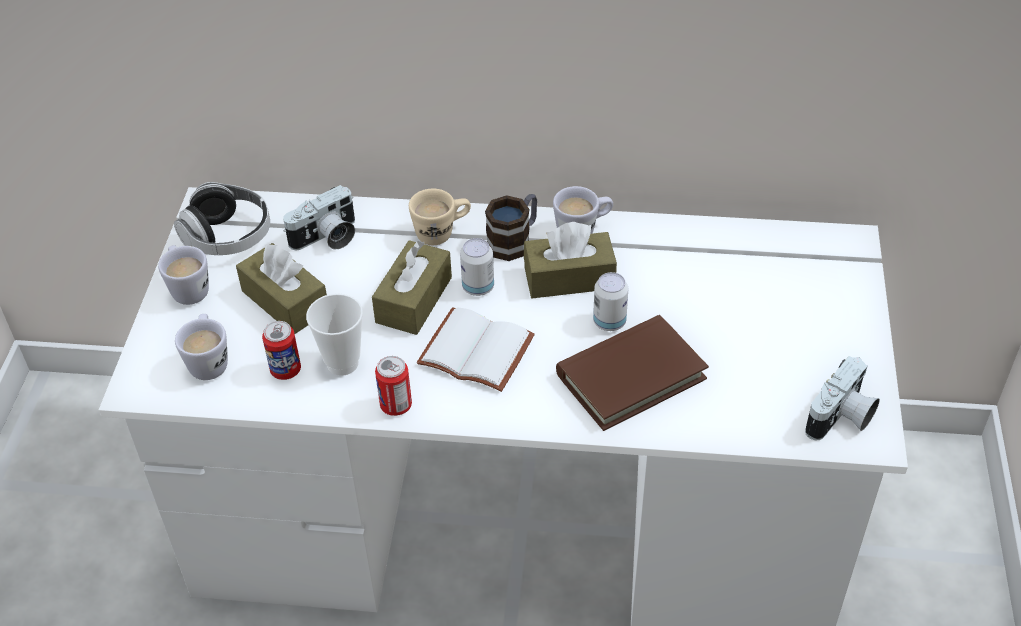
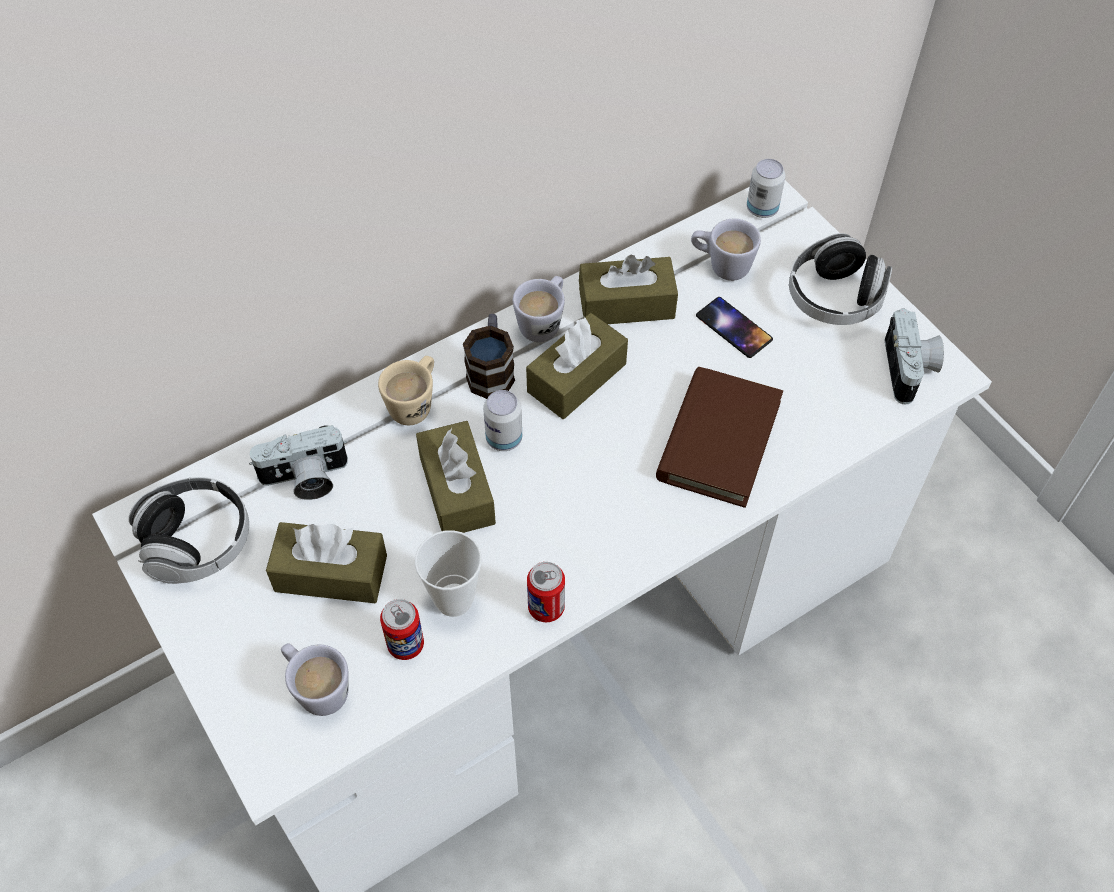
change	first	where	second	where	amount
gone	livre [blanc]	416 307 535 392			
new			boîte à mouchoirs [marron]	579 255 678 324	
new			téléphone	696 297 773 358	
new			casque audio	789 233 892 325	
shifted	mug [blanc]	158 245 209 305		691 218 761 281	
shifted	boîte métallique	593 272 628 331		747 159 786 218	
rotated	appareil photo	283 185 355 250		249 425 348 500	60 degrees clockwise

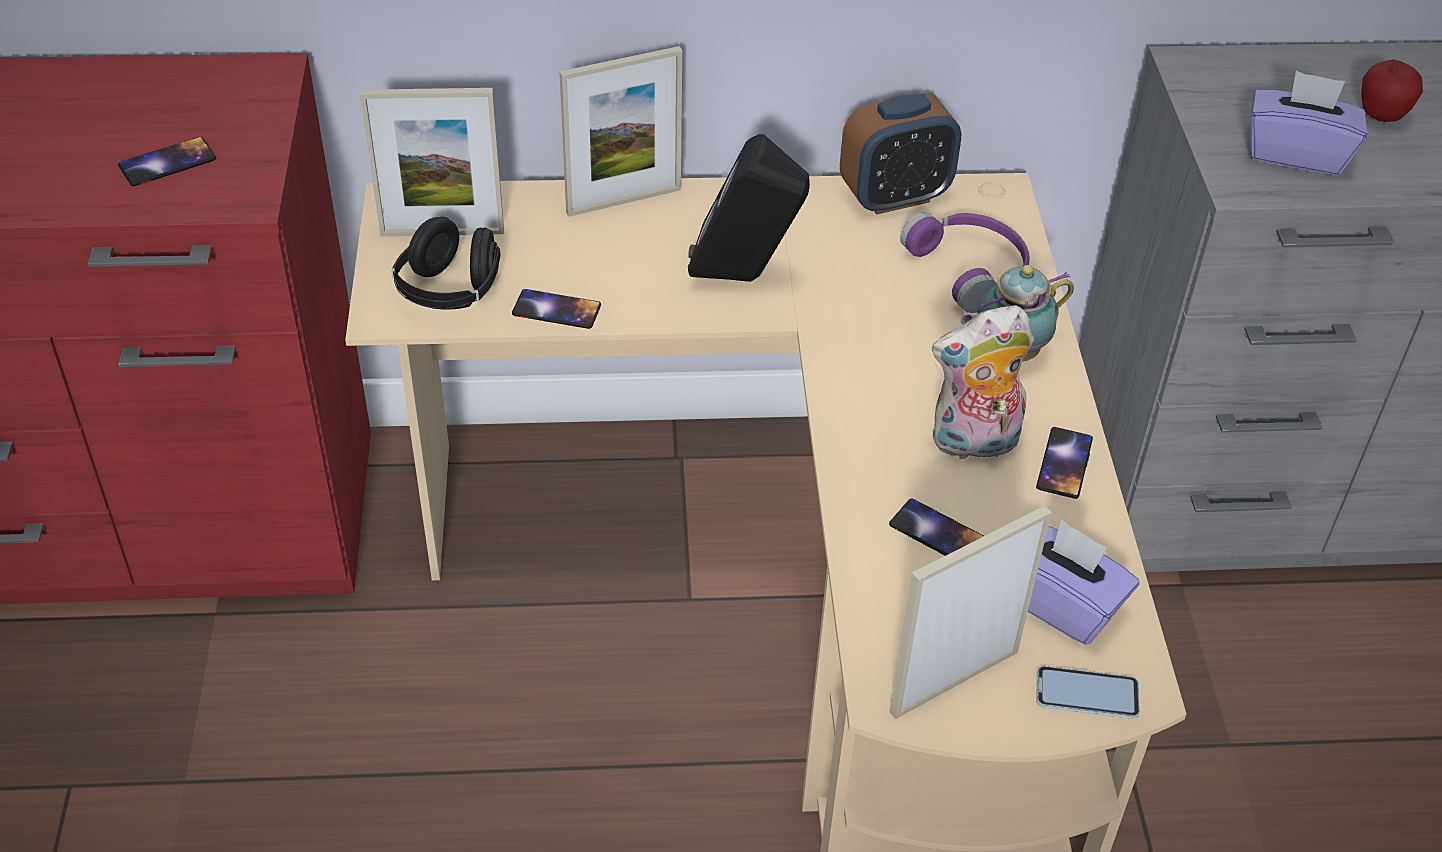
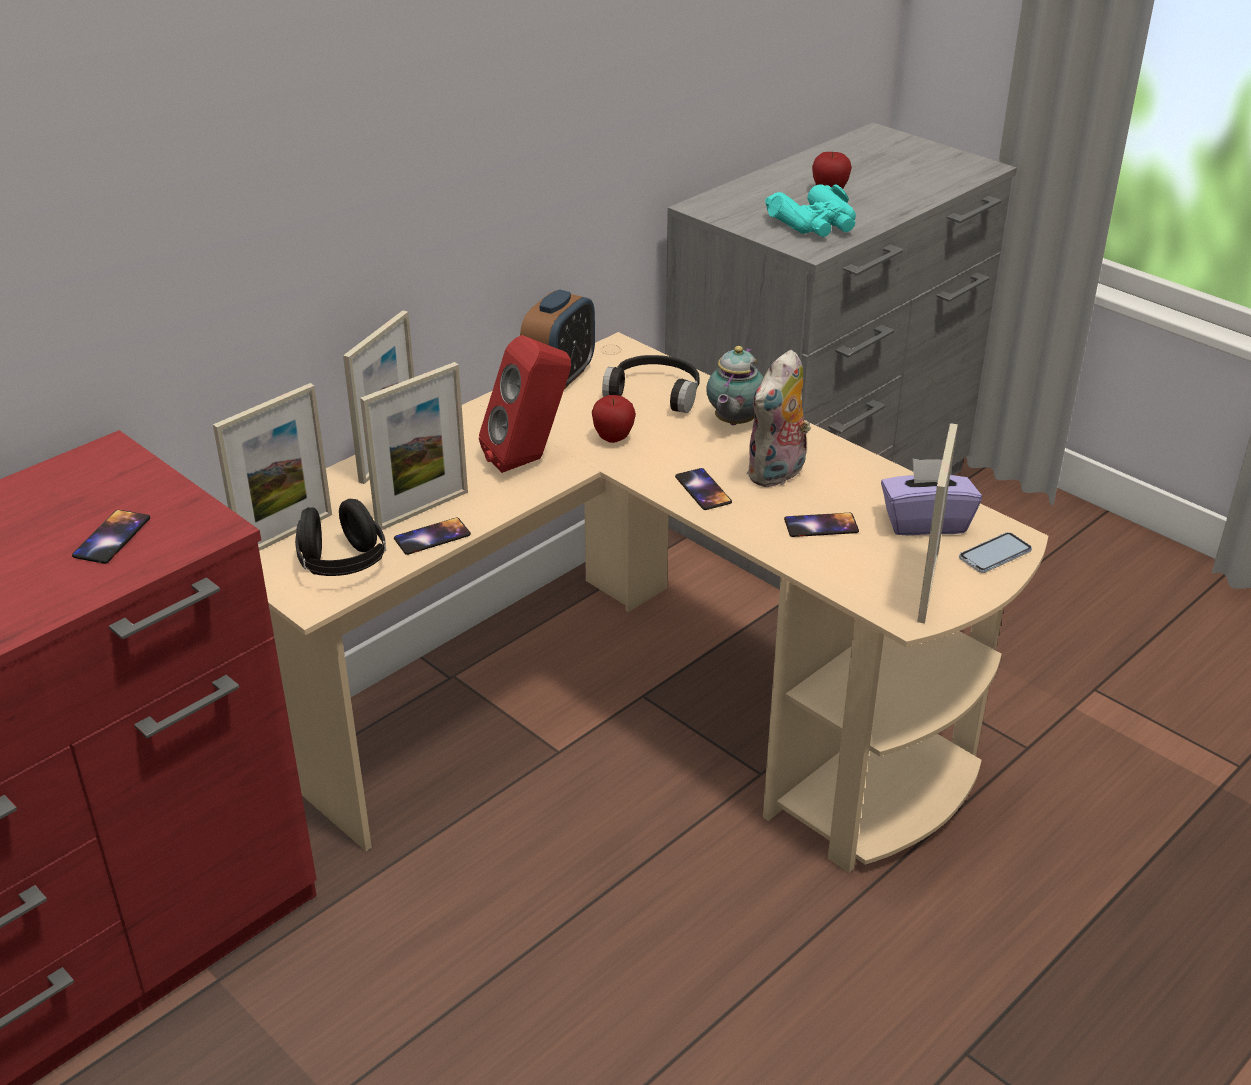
change	first	where	second	where	amount
new			cadre photo	360 362 468 530	
new			pomme	592 395 636 443	
shifted	téléphone	1036 427 1093 499		675 468 732 510	
swapped	boîte à mouchoirs [violet]	1250 71 1368 176	jumelles [turquoise]	765 184 856 237	
repainted	enceinte [noir]	688 134 810 282	enceinte [rouge]	479 335 571 473	
repainted	casque audio [violet]	900 212 1030 313	casque audio [noir]	602 355 700 413	

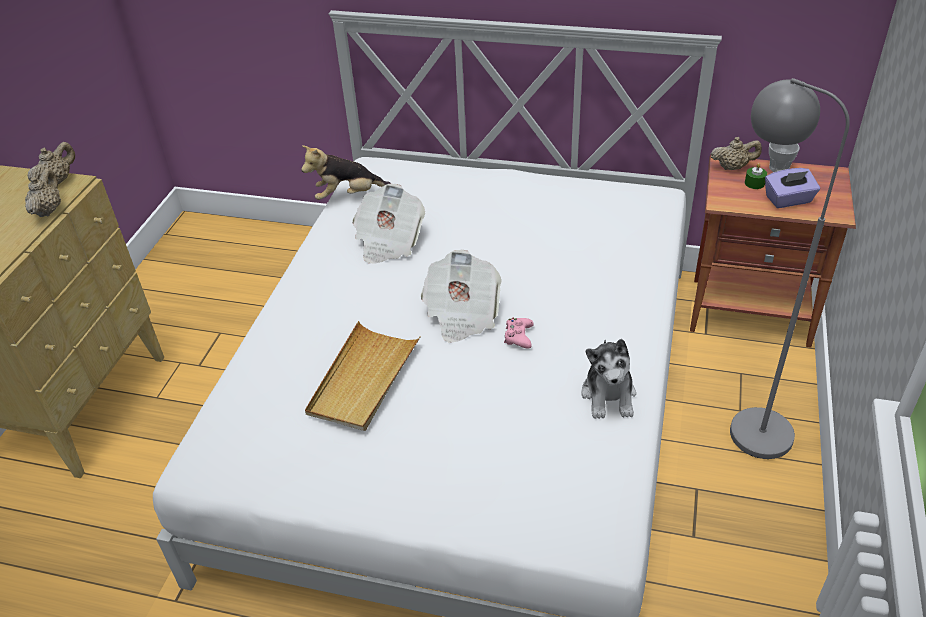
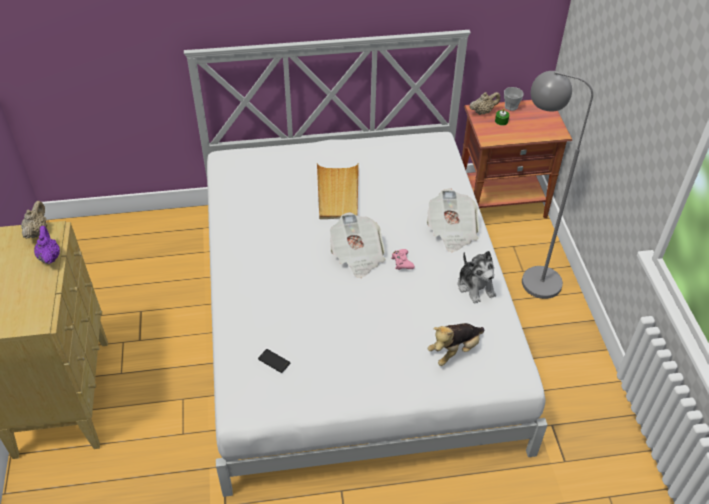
change	first	where	second	where	amount
gone	boîte à mouchoirs [violet]	765 168 820 208			
new			téléphone	258 349 290 373	
shifted	peluche	301 145 391 200		428 323 485 366	
shifted	plateau [beige]	305 321 421 431		317 163 359 219	
shifted	journal	353 184 425 264		427 188 479 252	
repainted	théière [beige]	25 168 61 217	théière [violet]	34 226 60 264	

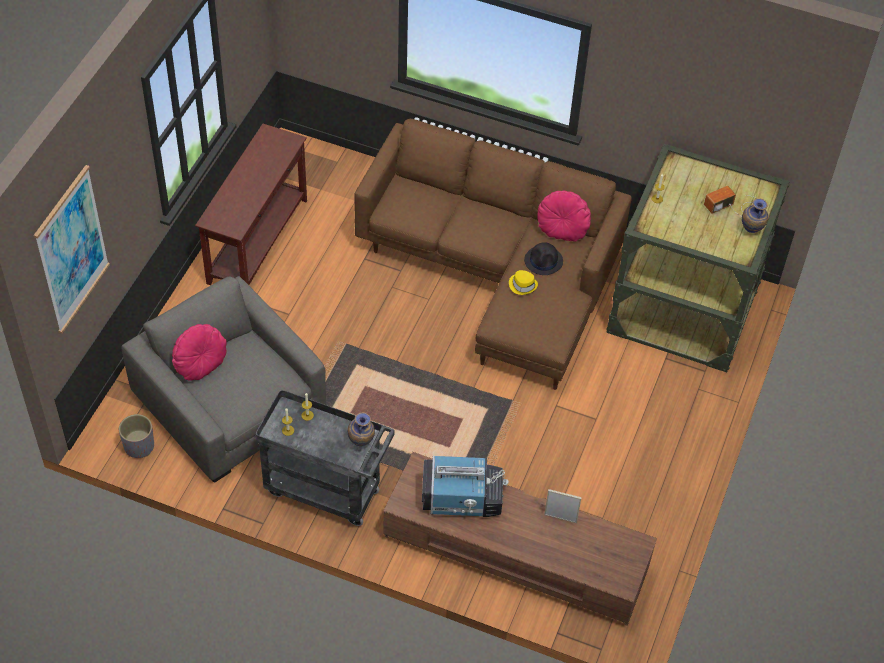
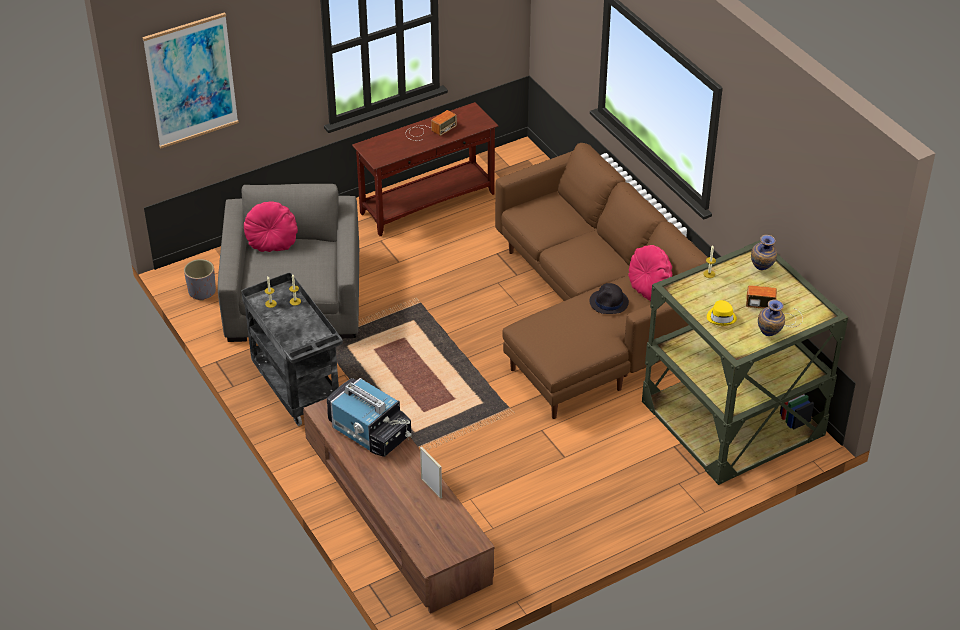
change	first	where	second	where	amount
new			radio	407 110 457 141	
shifted	vase	348 412 375 446		751 235 777 270	
shifted	chapeau [jaune]	509 270 538 295		707 300 737 326	

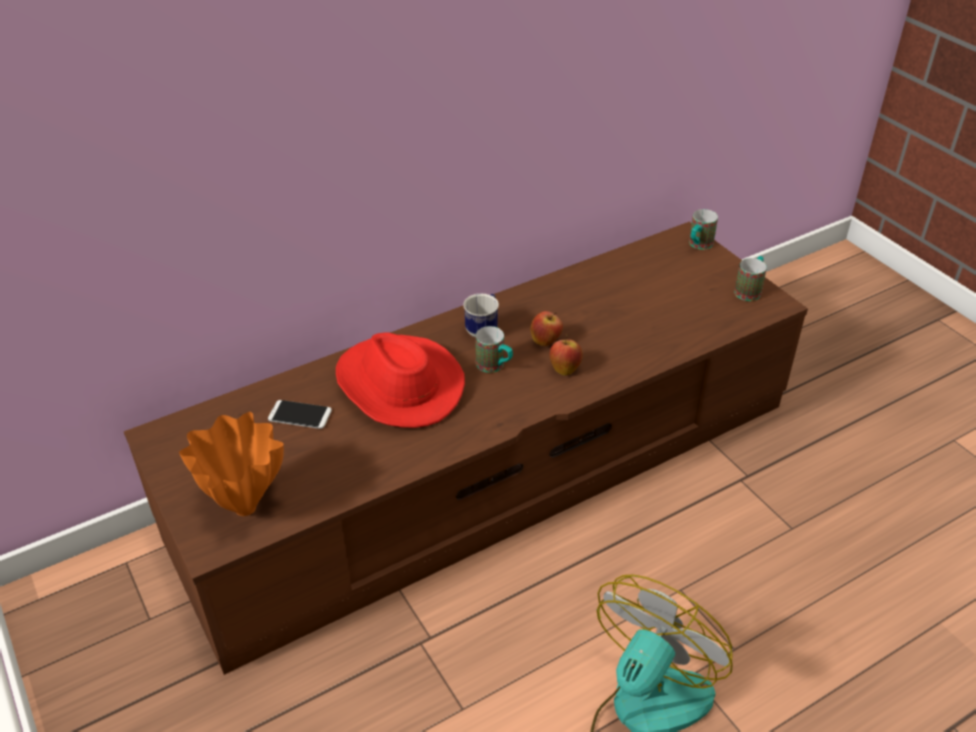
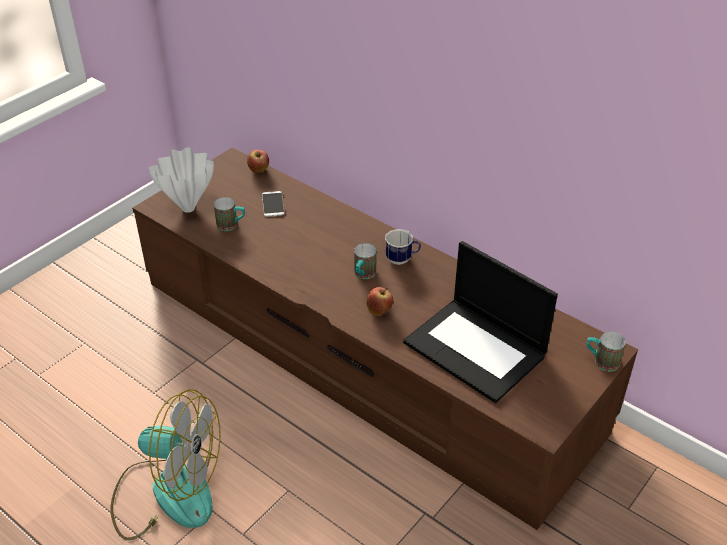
change	first	where	second	where	amount
gone	chapeau [rouge]	336 333 465 428			
new			ordinateur portable	403 241 558 403	
shifted	pomme	531 311 563 346		247 150 269 173	
shifted	mug	734 256 767 301		214 197 245 231	
repainted	vase [orange]	179 412 284 516	vase [blanc]	148 147 214 213	

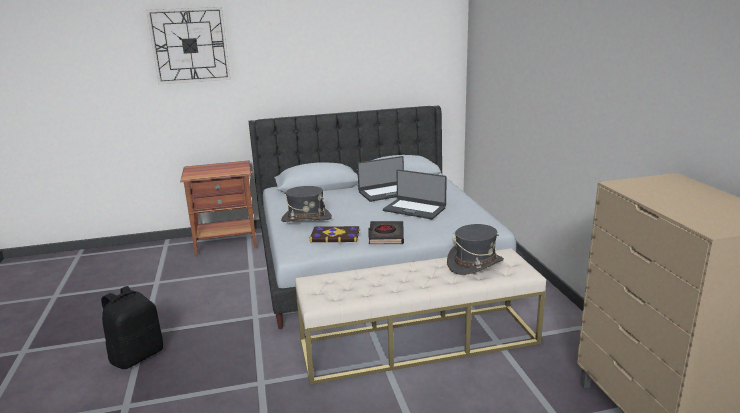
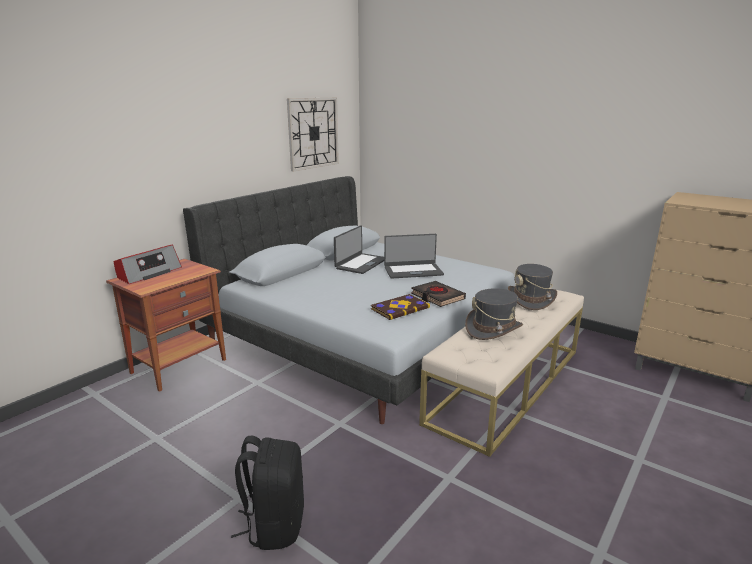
change	first	where	second	where	amount
new			radio	113 245 182 284	
shifted	horloge murale	146 7 231 84		287 97 339 171	
shifted	chapeau [gris]	281 186 332 222		465 288 523 340	

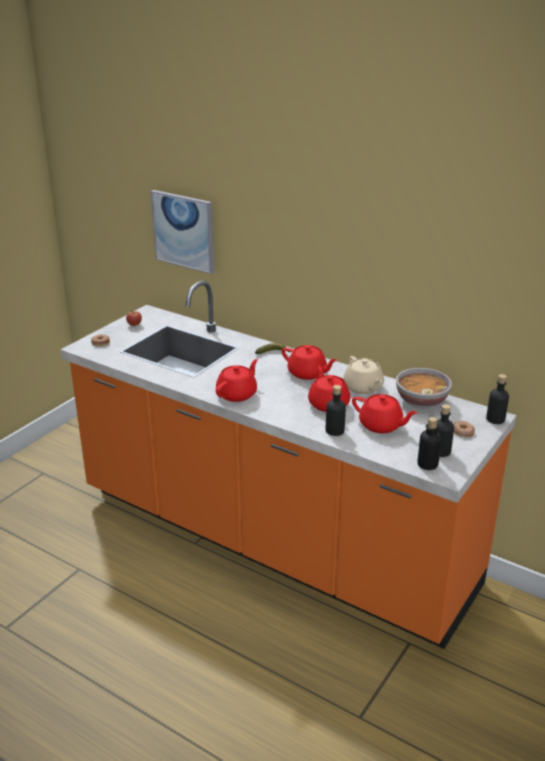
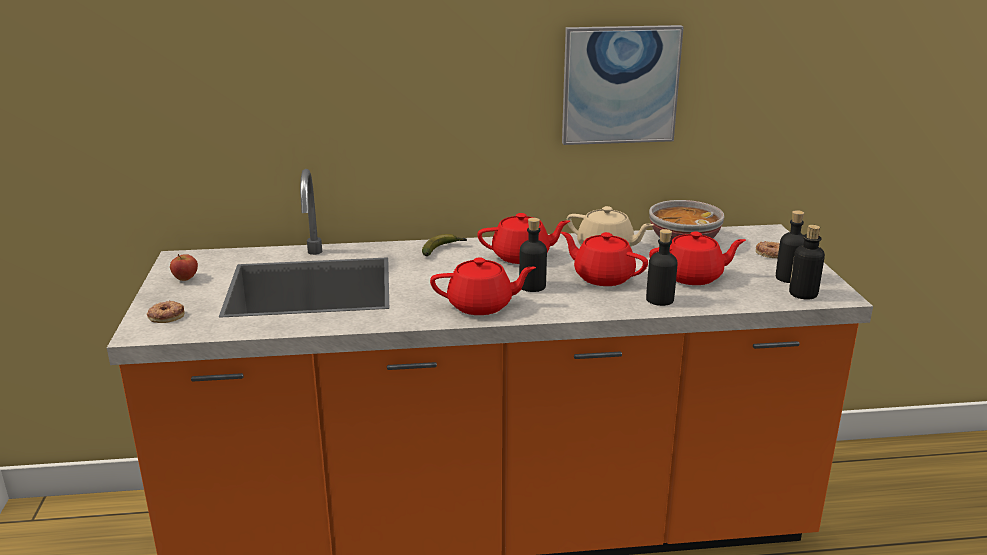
change	first	where	second	where	amount
shifted	tableau	151 190 214 274		562 25 684 145	
shifted	bouteille [noir]	486 374 509 424		519 218 547 292	
rotated	théière [rouge]	216 359 258 402		430 257 536 315	90 degrees clockwise

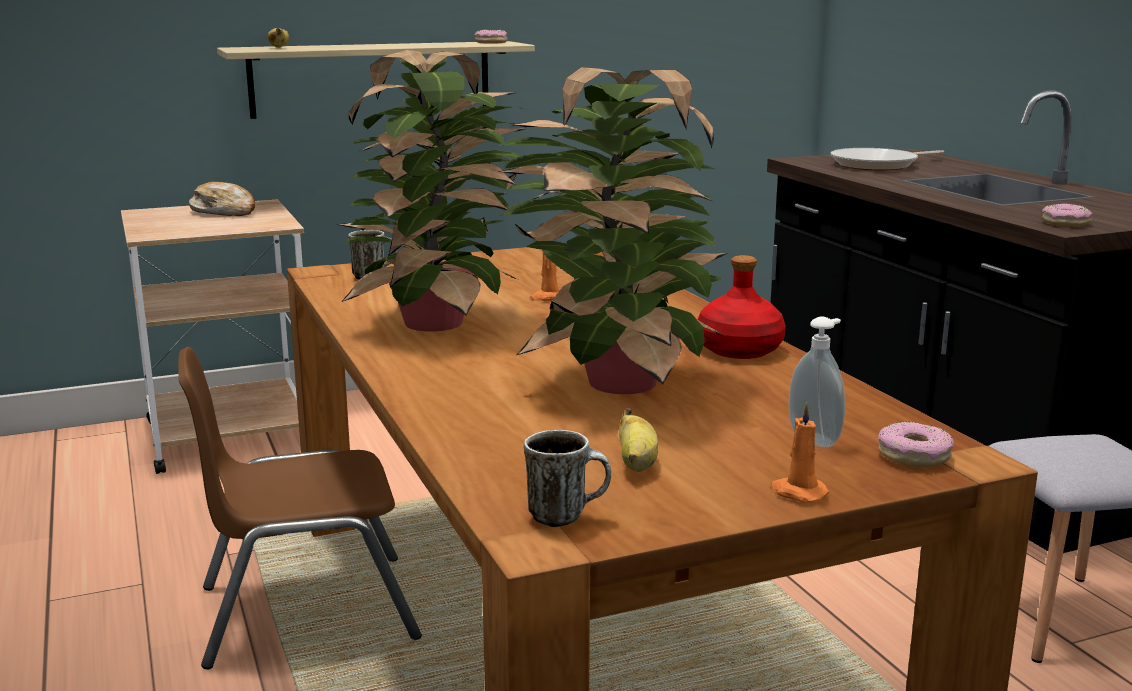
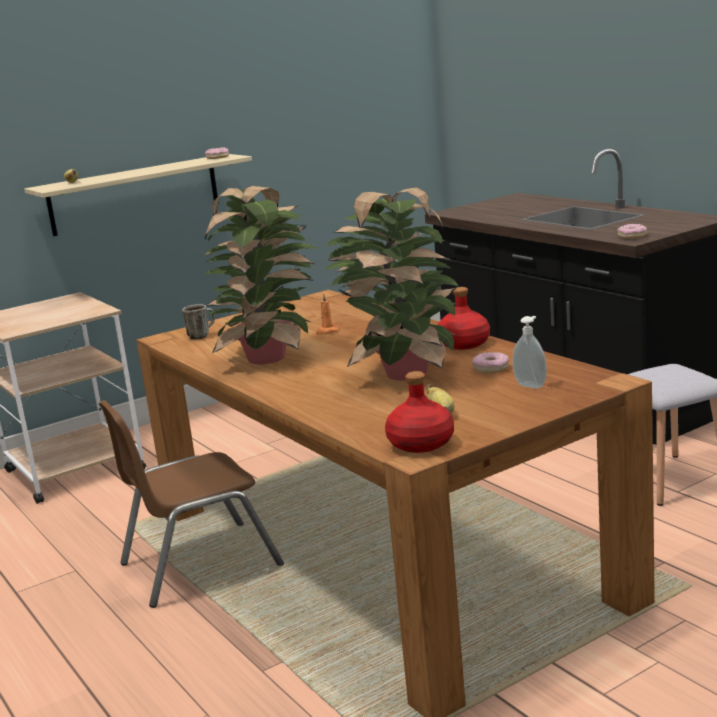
change	first	where	second	where	amount
gone	pain	189 182 255 216			
gone	bougie [orange]	770 402 829 502			
gone	poêle	831 148 944 170			
shifted	beignet	878 422 954 467		472 352 509 374	
swapped	mug	524 430 611 527	bouteille [rouge]	385 371 454 453	

